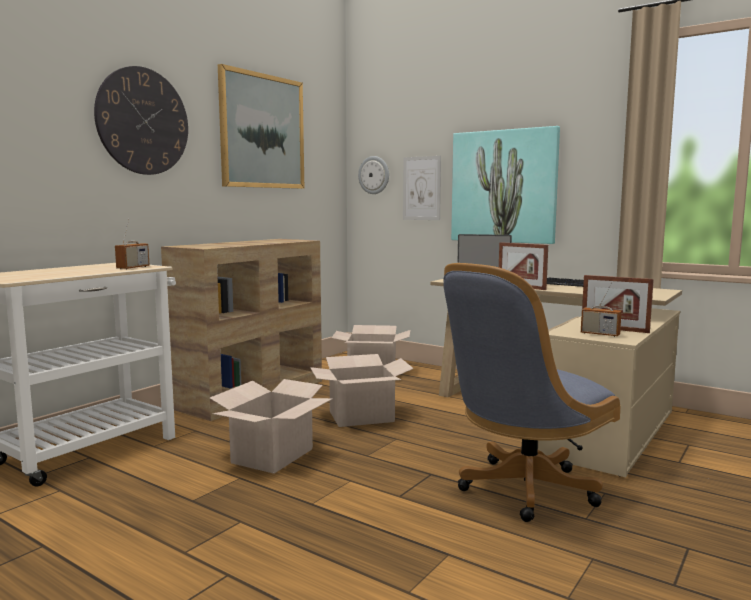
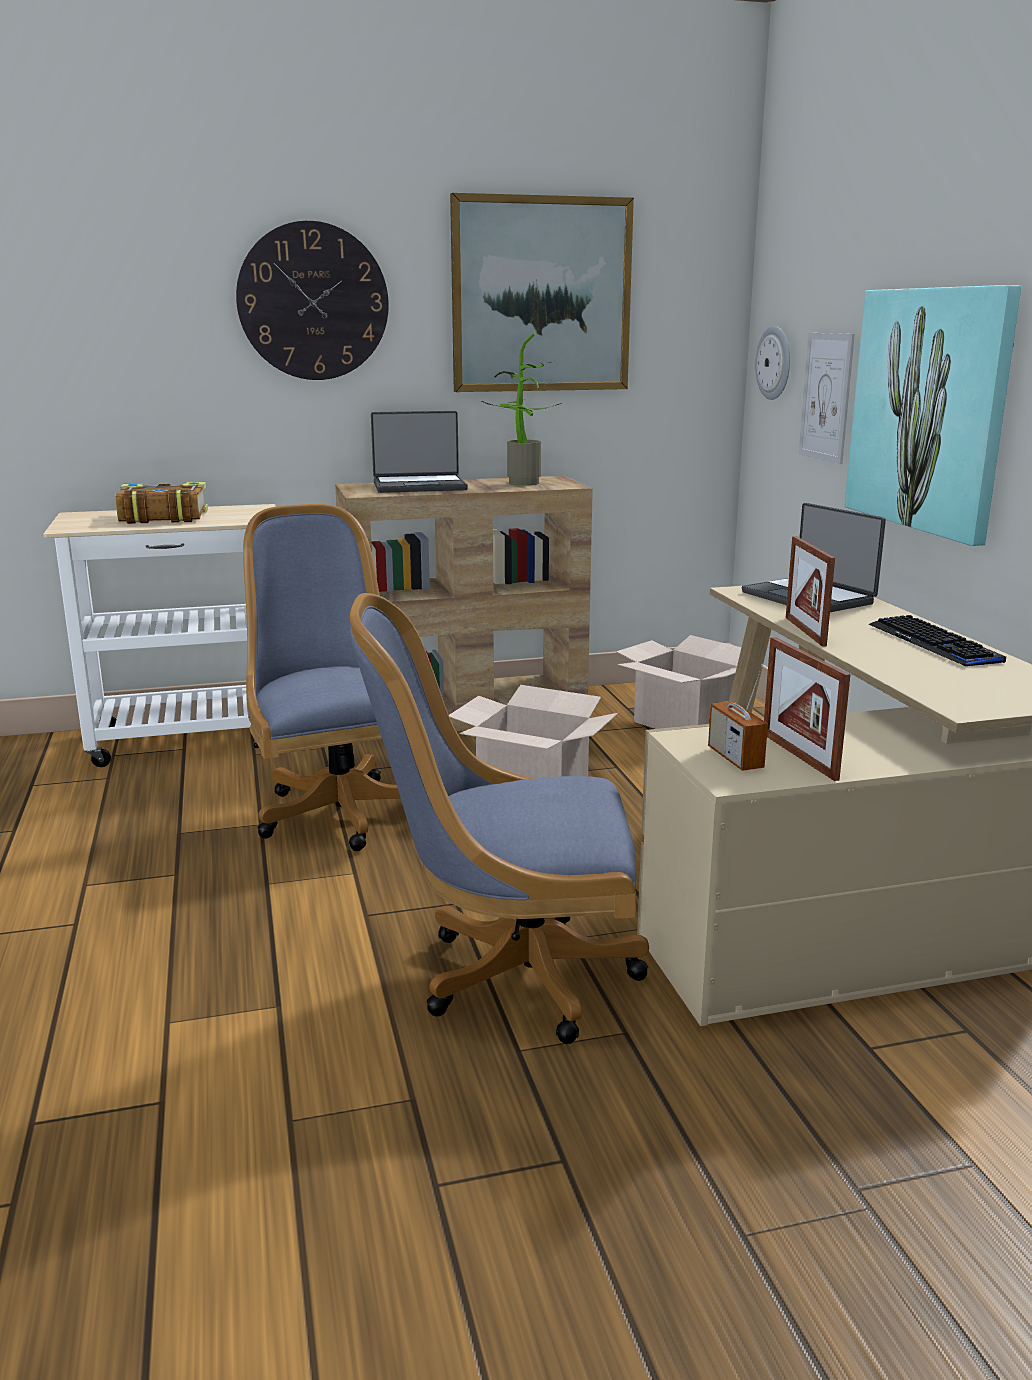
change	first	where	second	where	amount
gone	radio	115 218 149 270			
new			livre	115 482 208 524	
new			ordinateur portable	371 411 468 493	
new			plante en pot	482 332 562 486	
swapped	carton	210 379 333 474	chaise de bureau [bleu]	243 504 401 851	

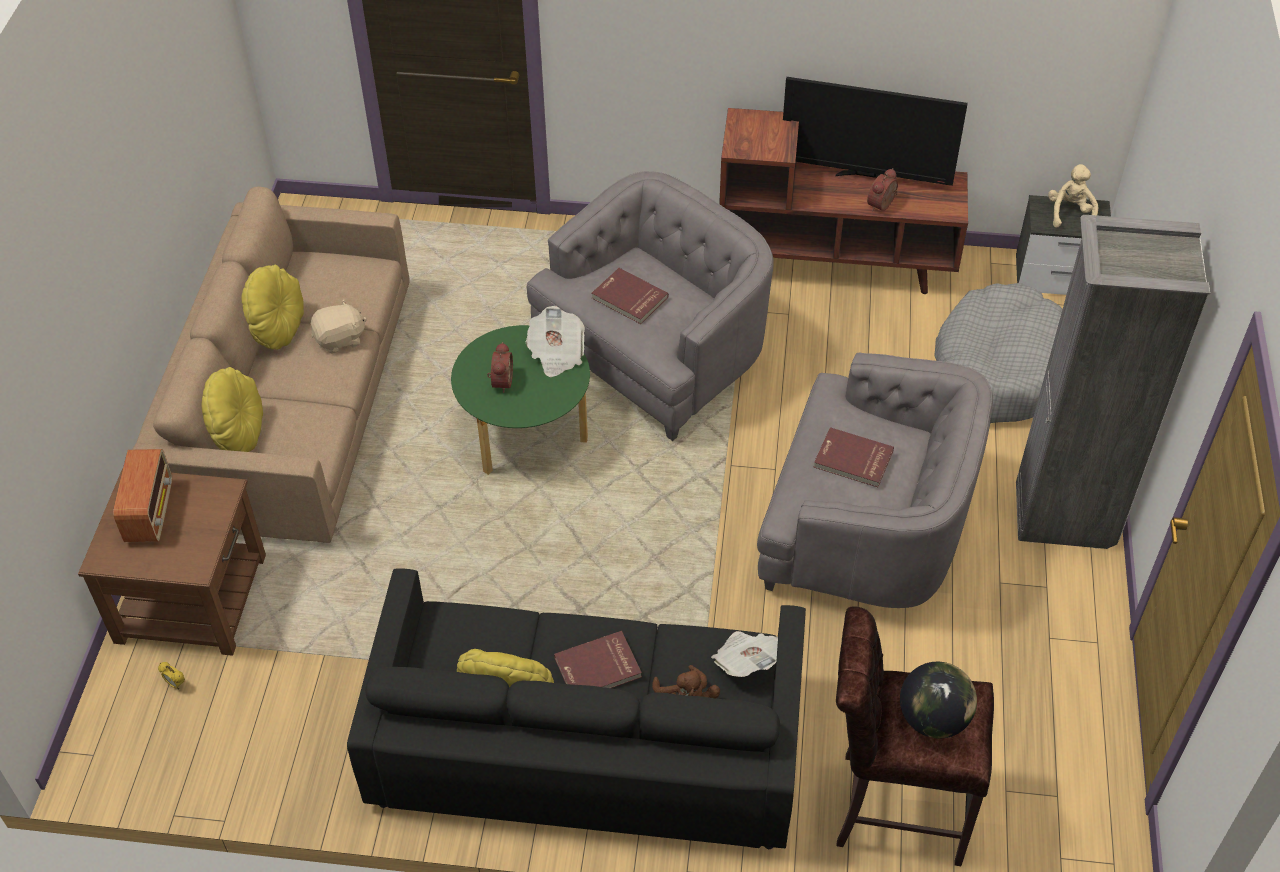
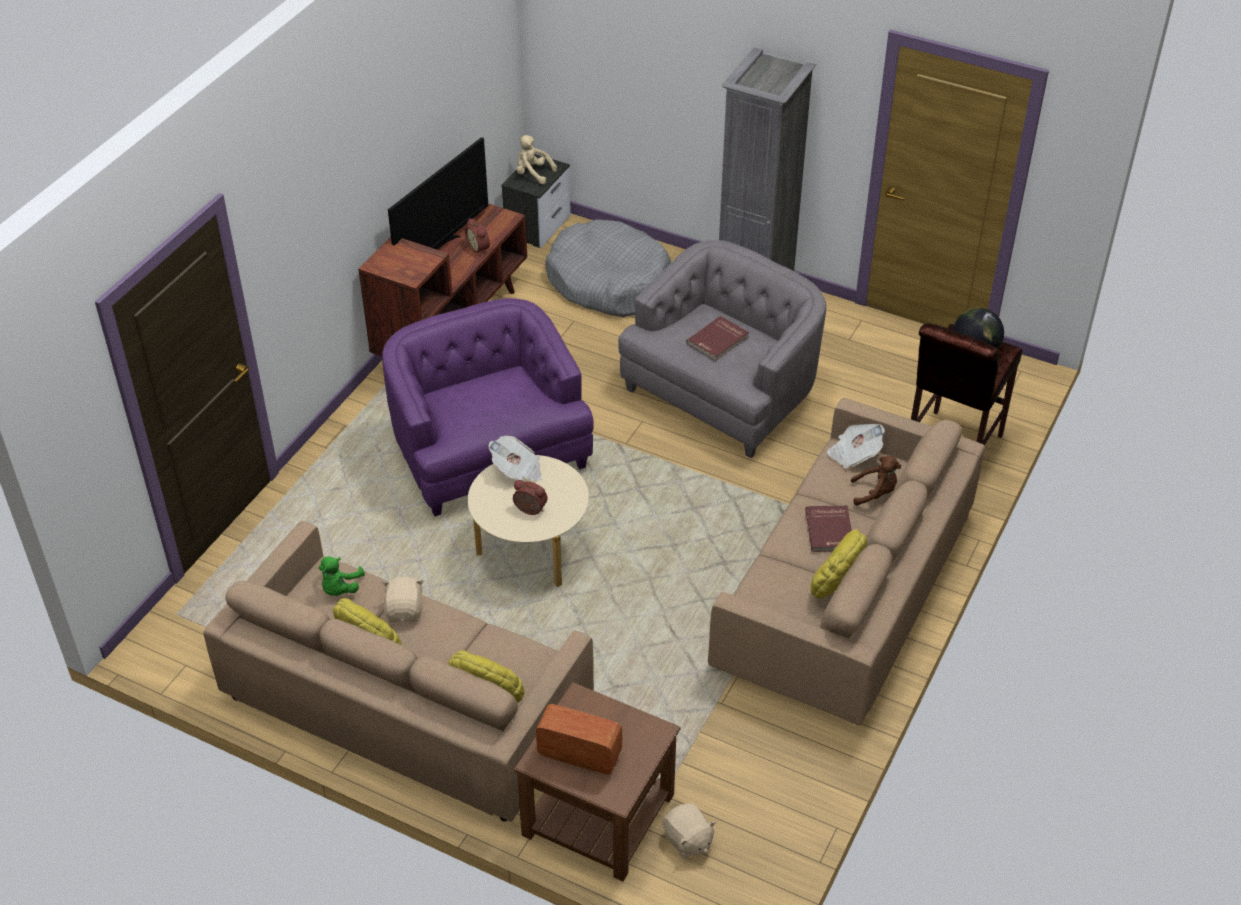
change	first	where	second	where	amount
gone	livre [rouge]	592 268 669 324			
new			peluche [vert]	319 557 365 596	
swapped	réveil	158 662 185 690	peluche [beige]	663 803 716 859	
repainted	canapé [noir]	347 568 806 849	canapé [beige]	708 398 985 726	
repainted	table basse [vert]	451 325 590 475	table basse [beige]	468 455 589 587	
repainted	fauteuil [gris]	527 171 774 441	fauteuil [violet]	382 298 594 517	

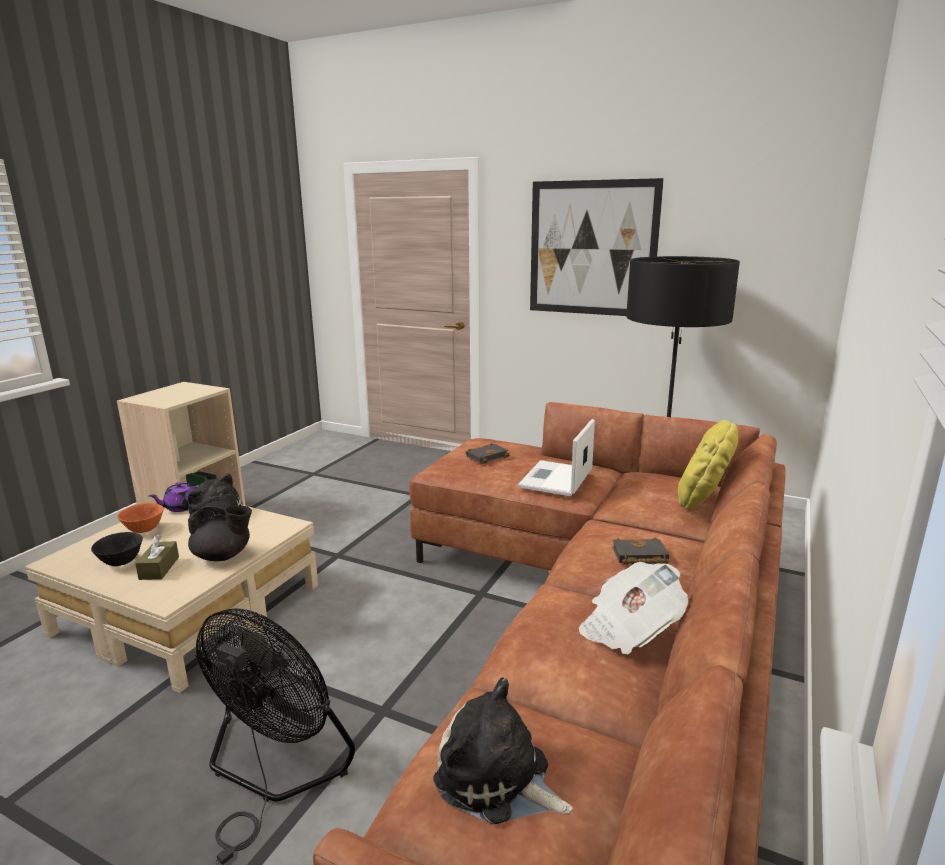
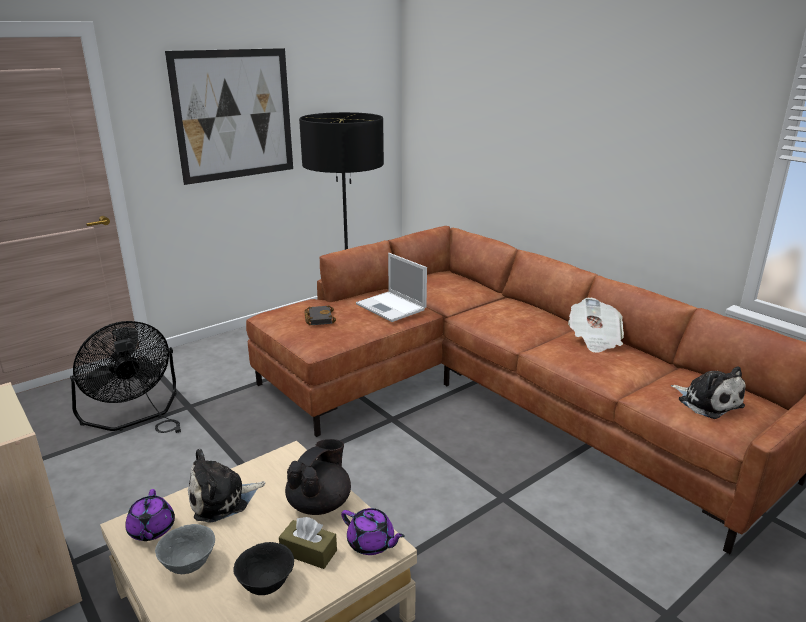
change	first	where	second	where	amount
gone	livre [noir]	612 537 669 565			
gone	coussin [jaune]	678 420 738 509			
new			théière [violet]	341 508 405 555	
shifted	ventilateur [noir]	196 608 355 865		70 321 181 433	
repainted	bol [orange]	118 503 164 533	bol [gris]	155 524 215 574	
rotated	peluche	433 677 572 824		671 366 746 419	90 degrees counterclockwise

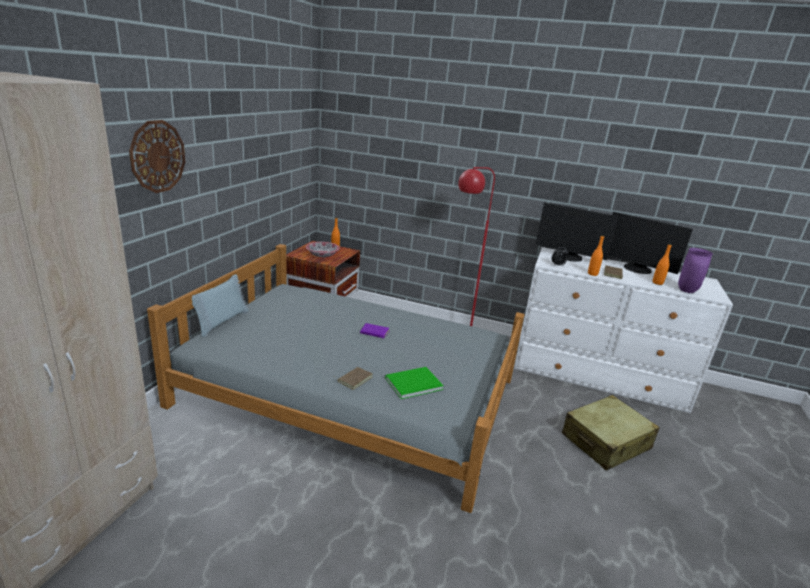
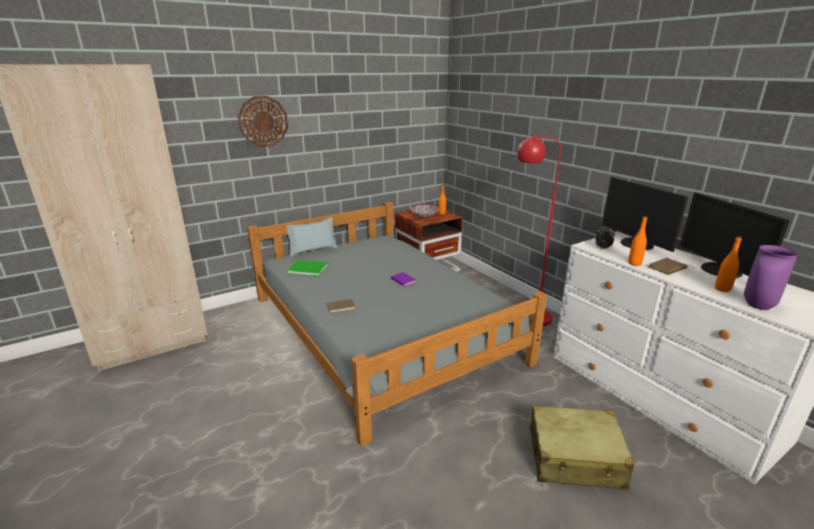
change	first	where	second	where	amount
shifted	livre [vert]	385 367 444 399		287 260 329 276	

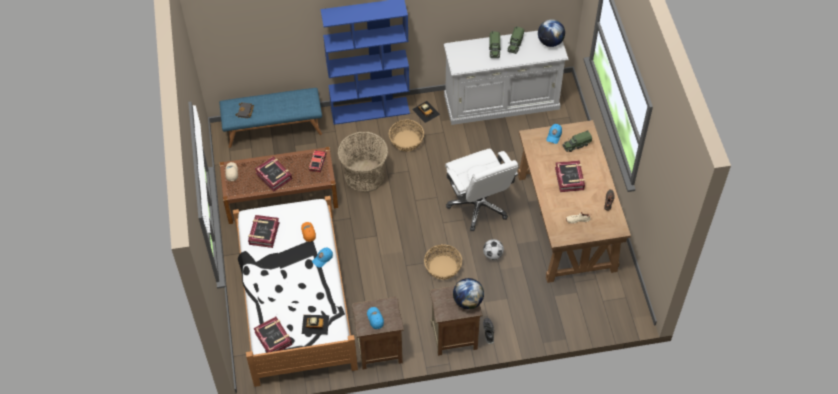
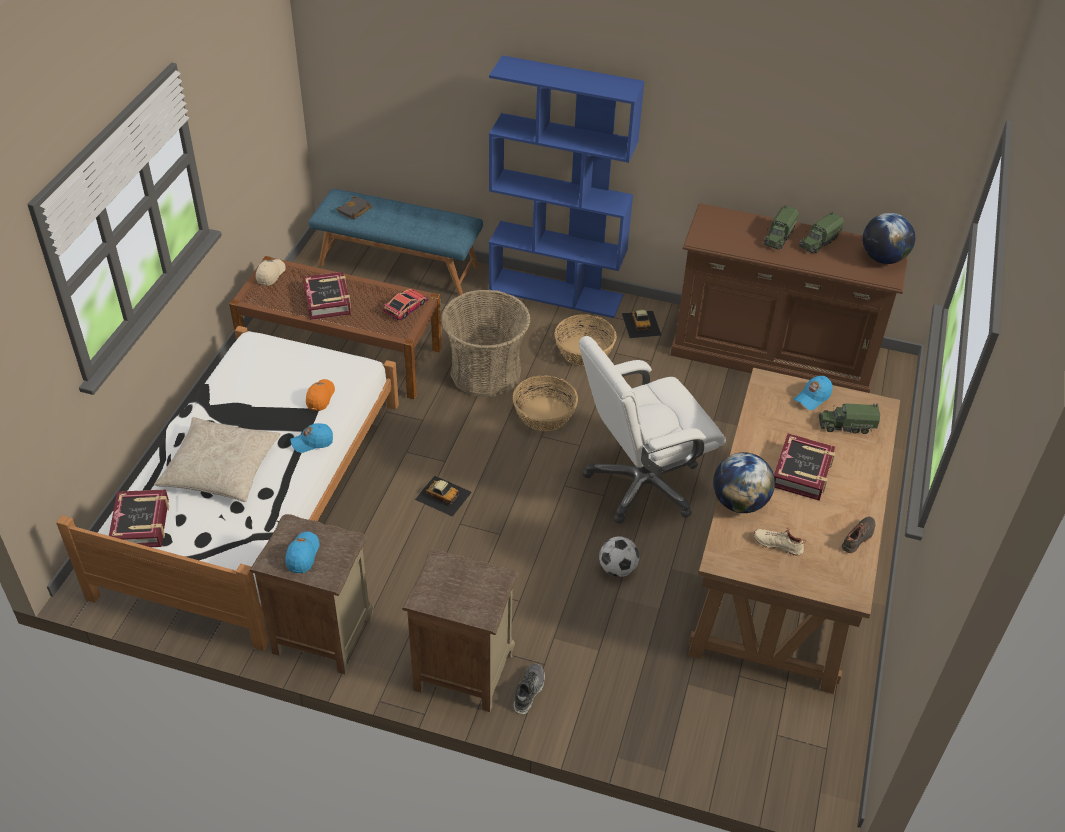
change	first	where	second	where	amount
gone	livre	248 215 280 248			
new			coussin [beige]	154 417 281 502	
shifted	petite voiture	302 315 329 335		415 476 472 517	
shifted	panier	424 244 462 280		513 375 578 431	
shifted	globe	453 278 484 309		713 452 775 513	
repainted	commode [blanc]	444 31 569 125	commode [marron]	670 203 908 393	
rotated	chaise de bureau [blanc]	445 148 518 231		579 336 726 524	60 degrees clockwise

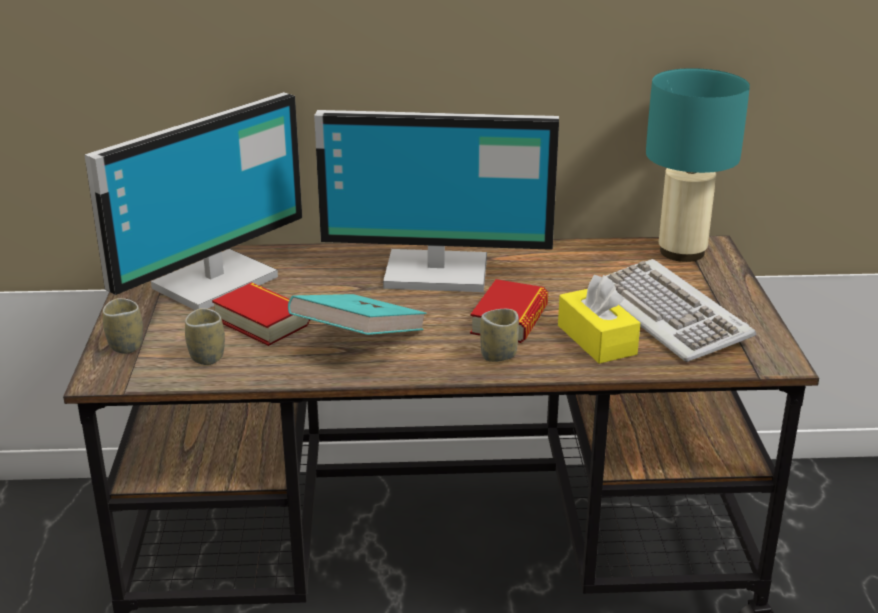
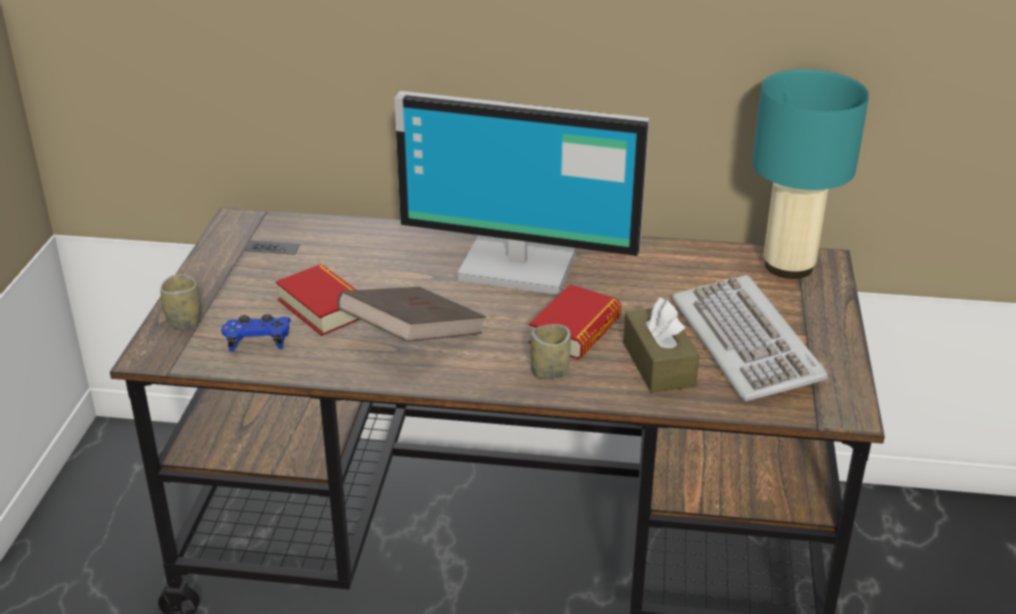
change	first	where	second	where	amount
gone	écran d'ordinateur	84 92 302 310			
swapped	tasse	185 308 225 365	manette [bleu]	221 314 291 352	
repainted	livre [turquoise]	288 294 427 335	livre [marron]	337 287 486 342	
repainted	boîte à mouchoirs [jaune]	558 275 640 364	boîte à mouchoirs [marron]	623 297 699 393	

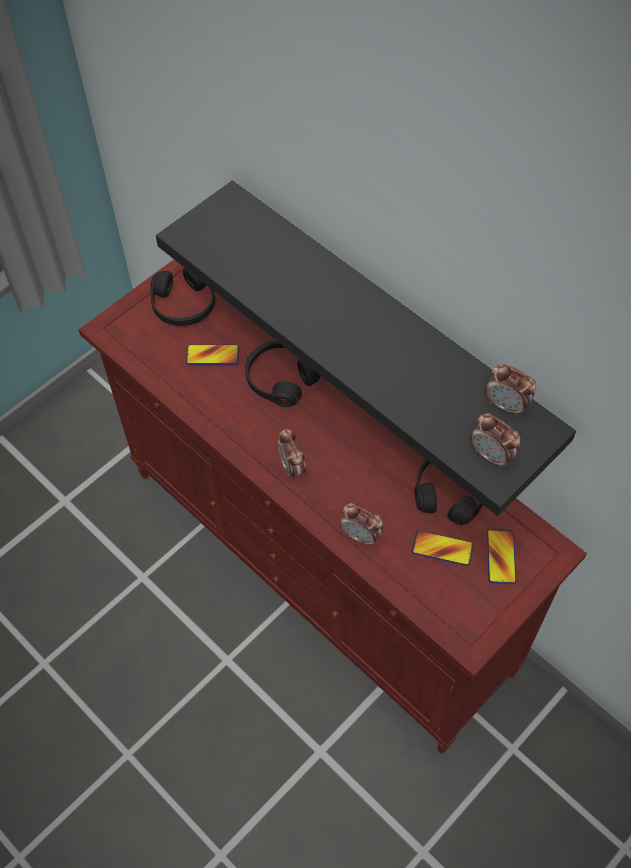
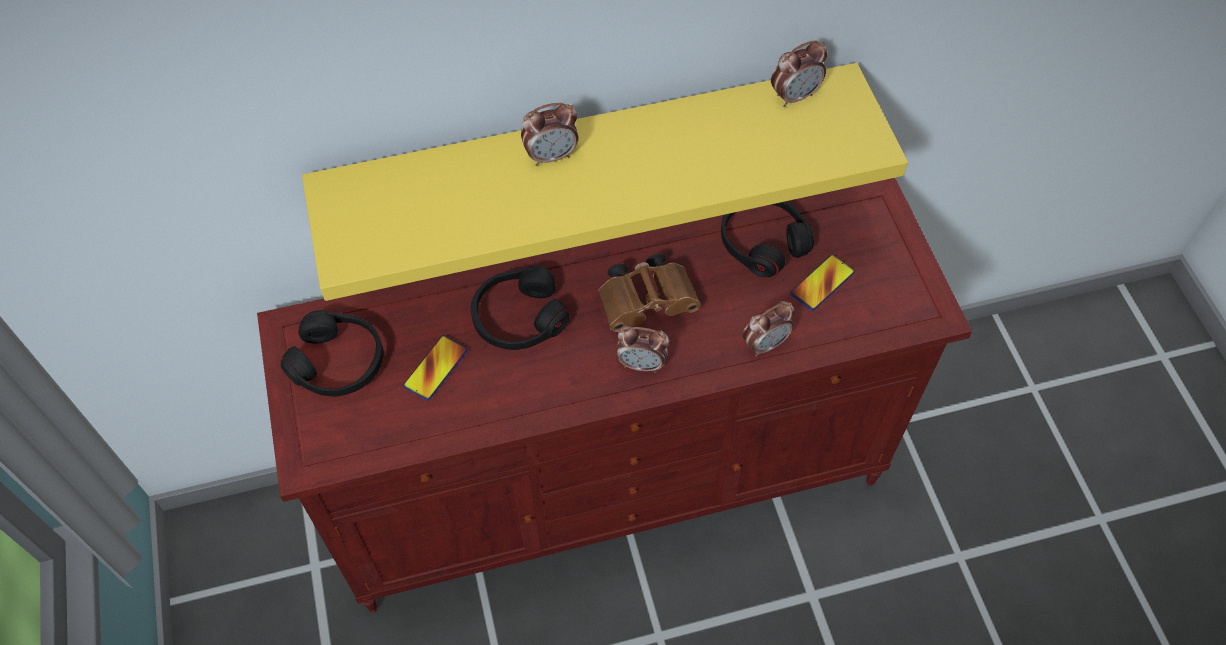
change	first	where	second	where	amount
gone	téléphone	487 529 516 584			
new			jumelles [marron]	598 254 701 332	
shifted	réveil	471 413 521 468		521 103 579 166	
repainted	étagère [noir]	156 180 576 516	étagère [jaune]	302 63 908 301	

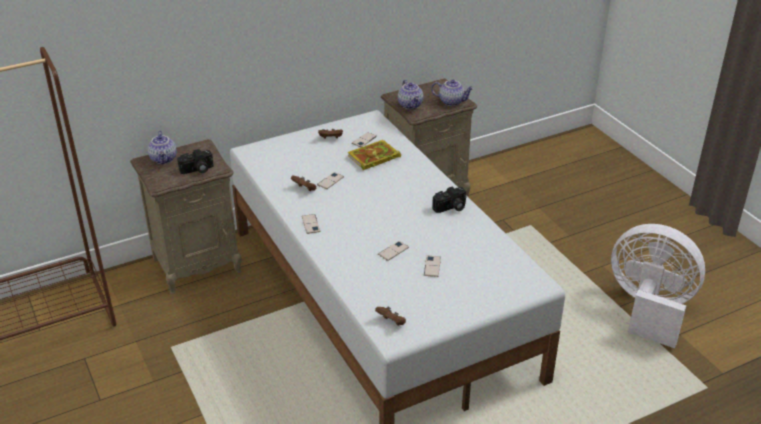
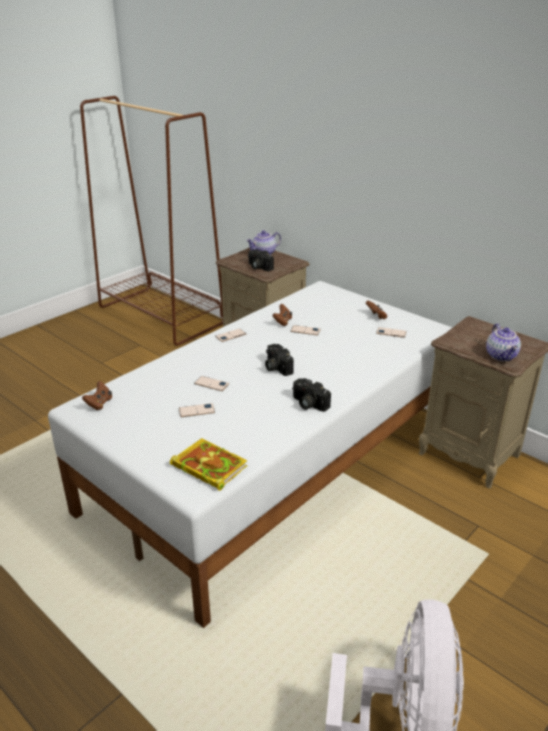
change	first	where	second	where	amount
gone	théière	398 79 423 109			
new			appareil photo	265 344 294 376	
shifted	livre	348 140 401 170		170 438 248 491	

